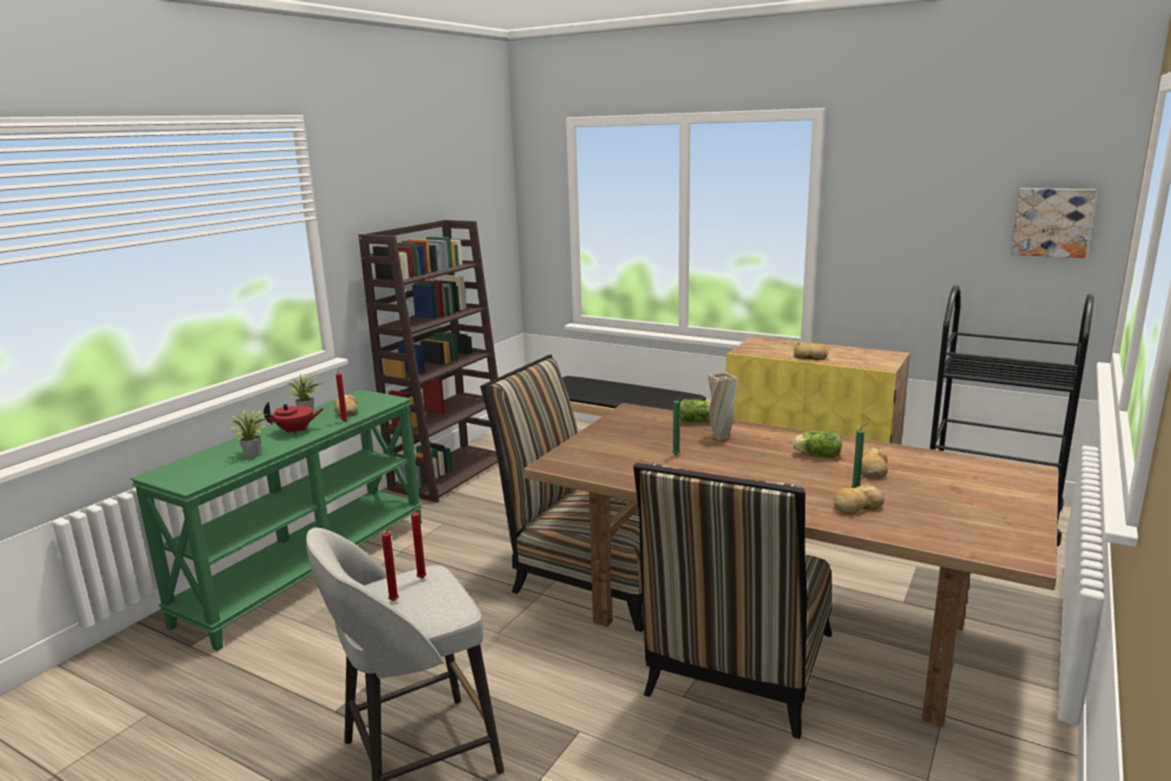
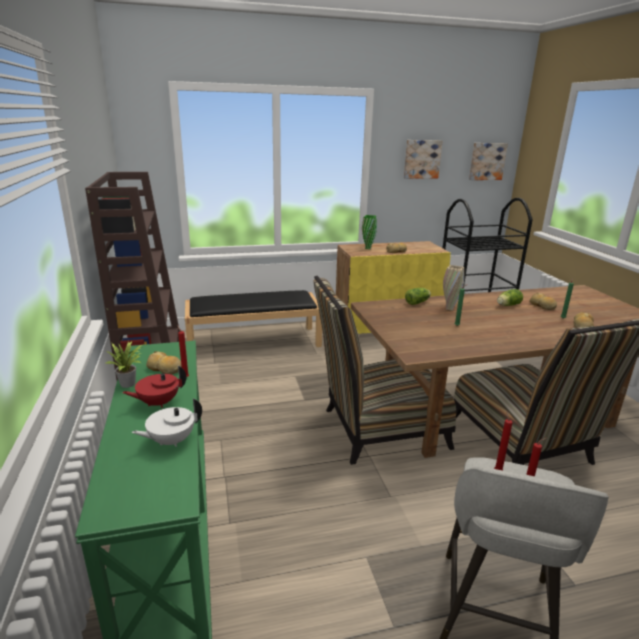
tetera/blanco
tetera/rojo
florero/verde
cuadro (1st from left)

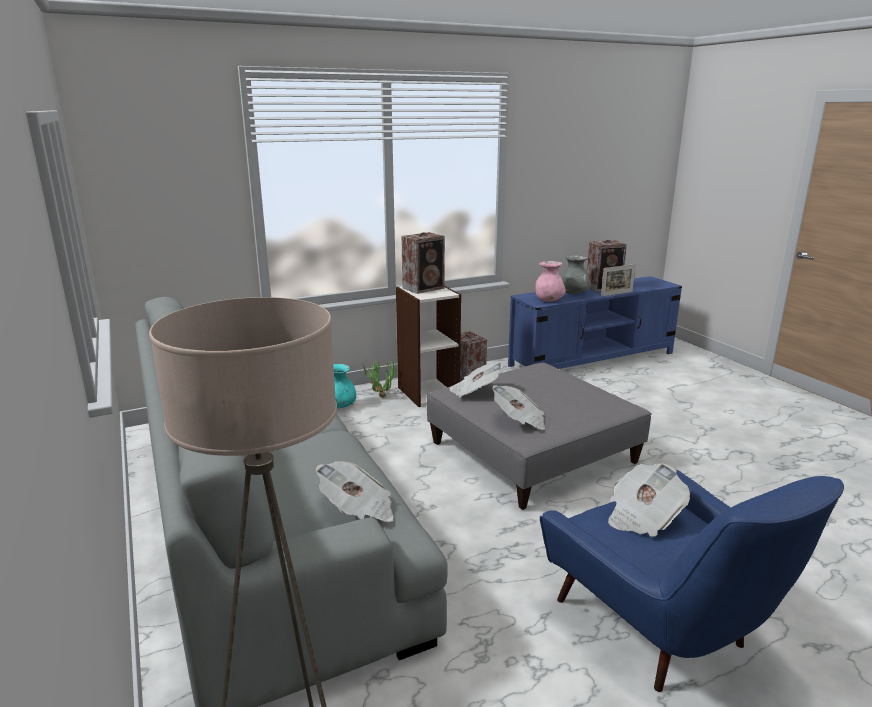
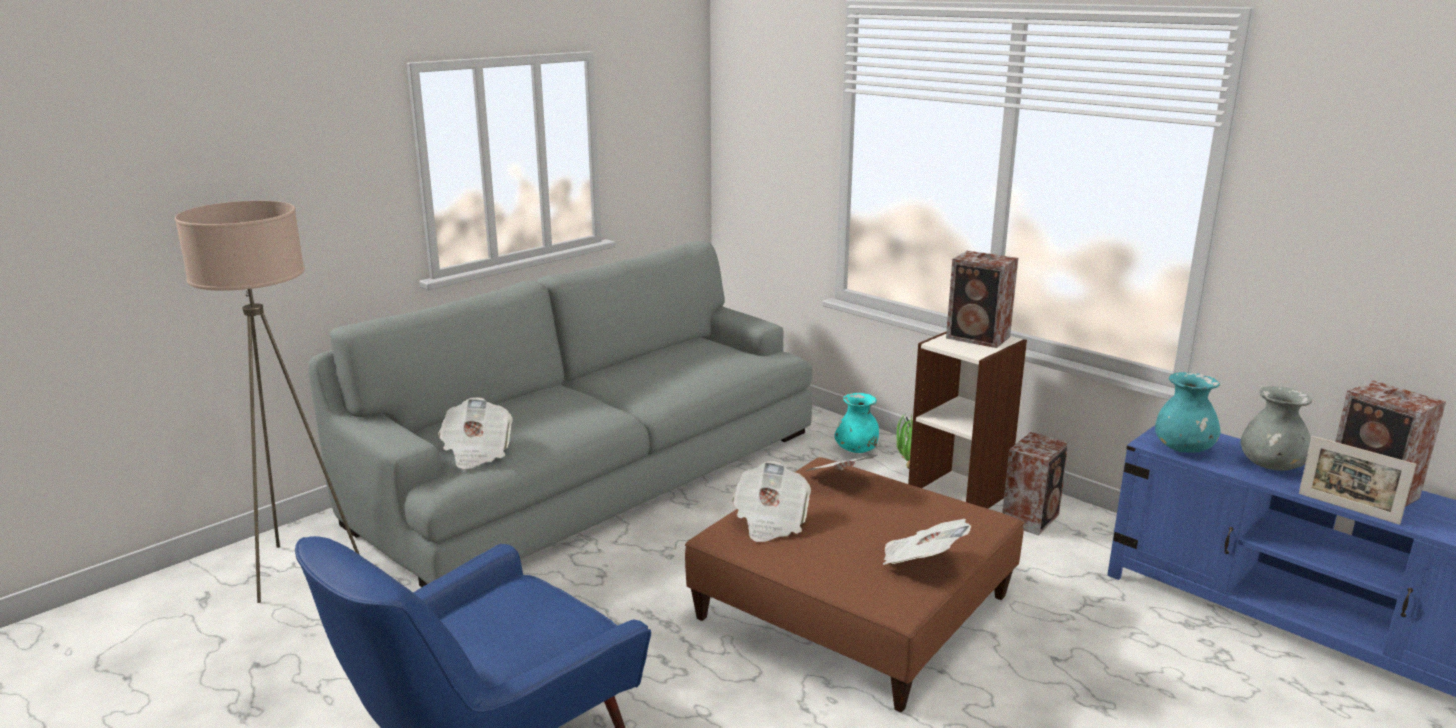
puf/marrón
florero/turquesa (2nd from left)
periódico (4th from left)

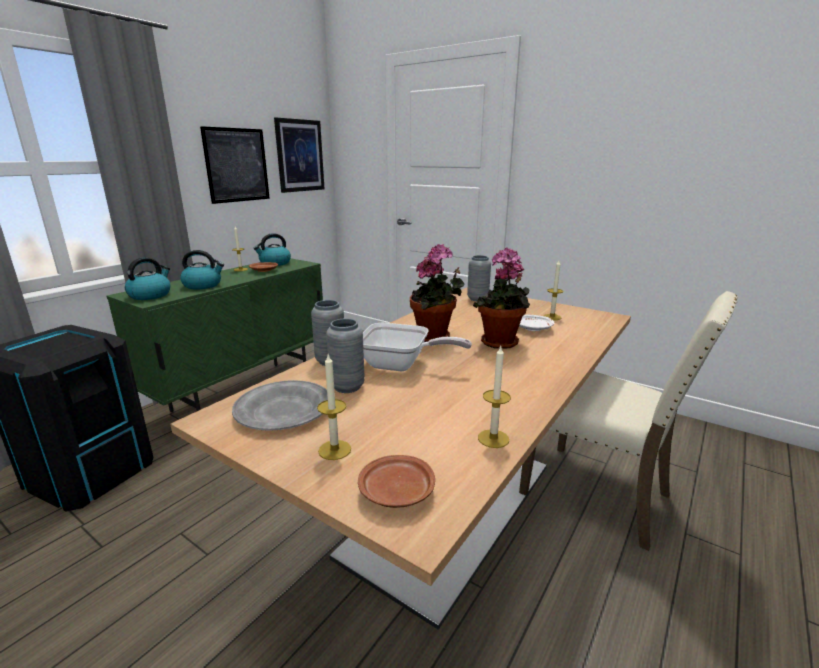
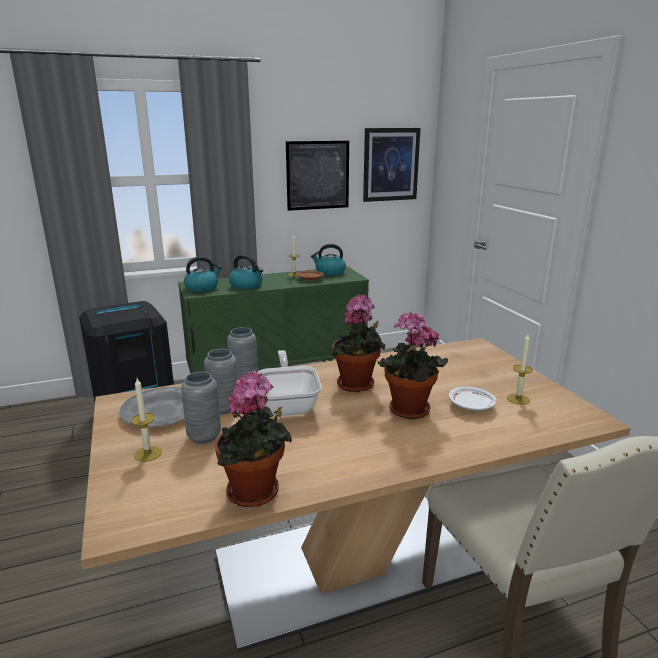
plato/marrón (2nd from left in the first image)
sartén
florero/gris (1st from left)
planta en maceta (1st from left)

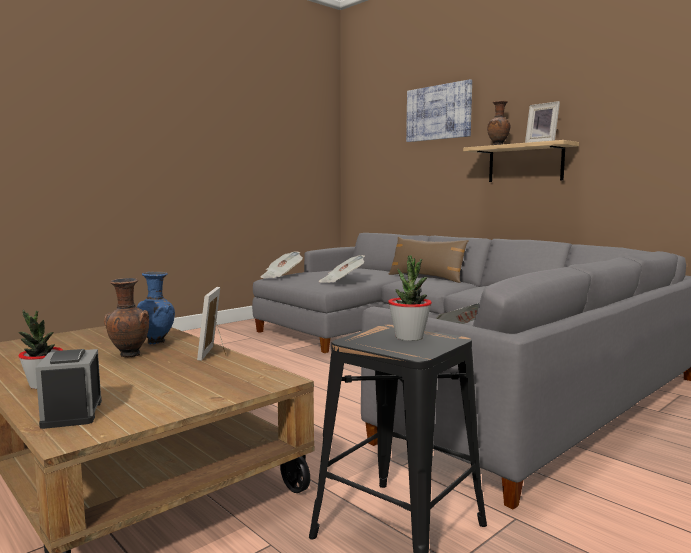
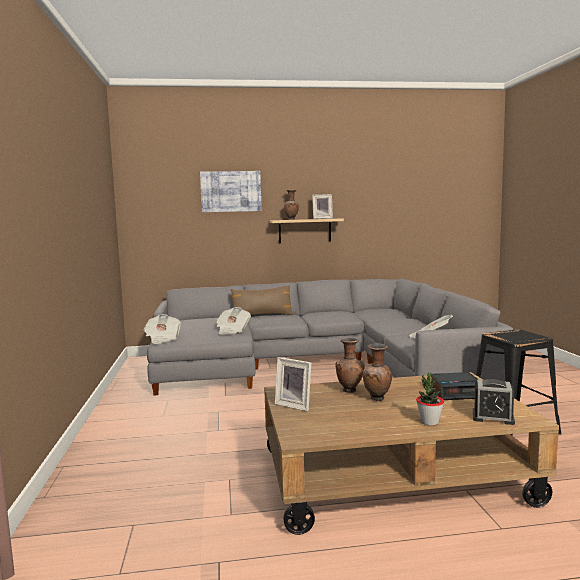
florero/marrón (2nd from left)
portarretratos (1st from left)
planta en maceta (2nd from left in the first image)
despertador (1st from left)

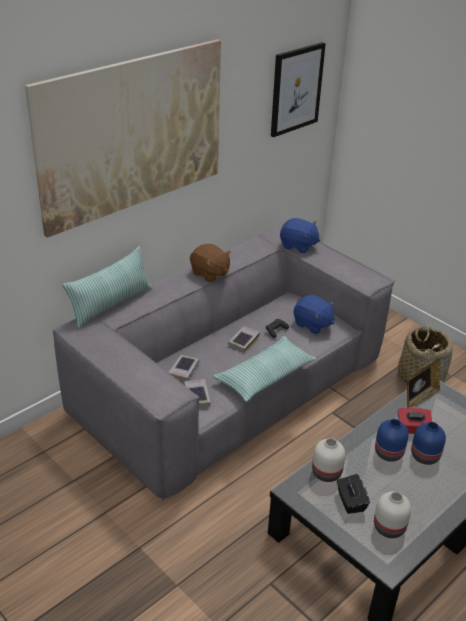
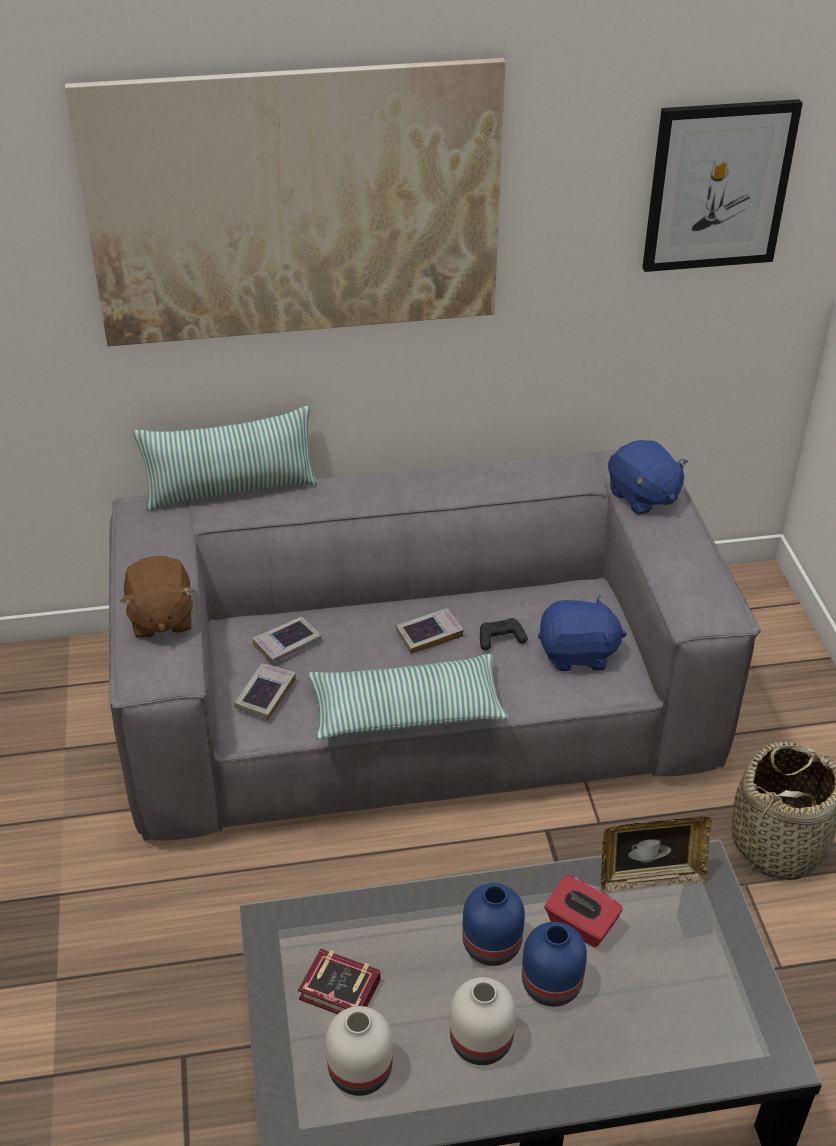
peluche/marrón
peluche/azul (1st from left)
florero/blanco (2nd from left)
libro (3rd from left)

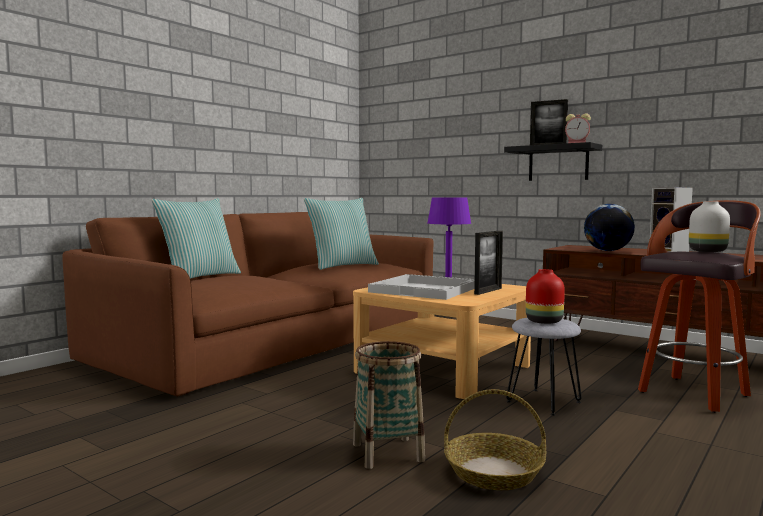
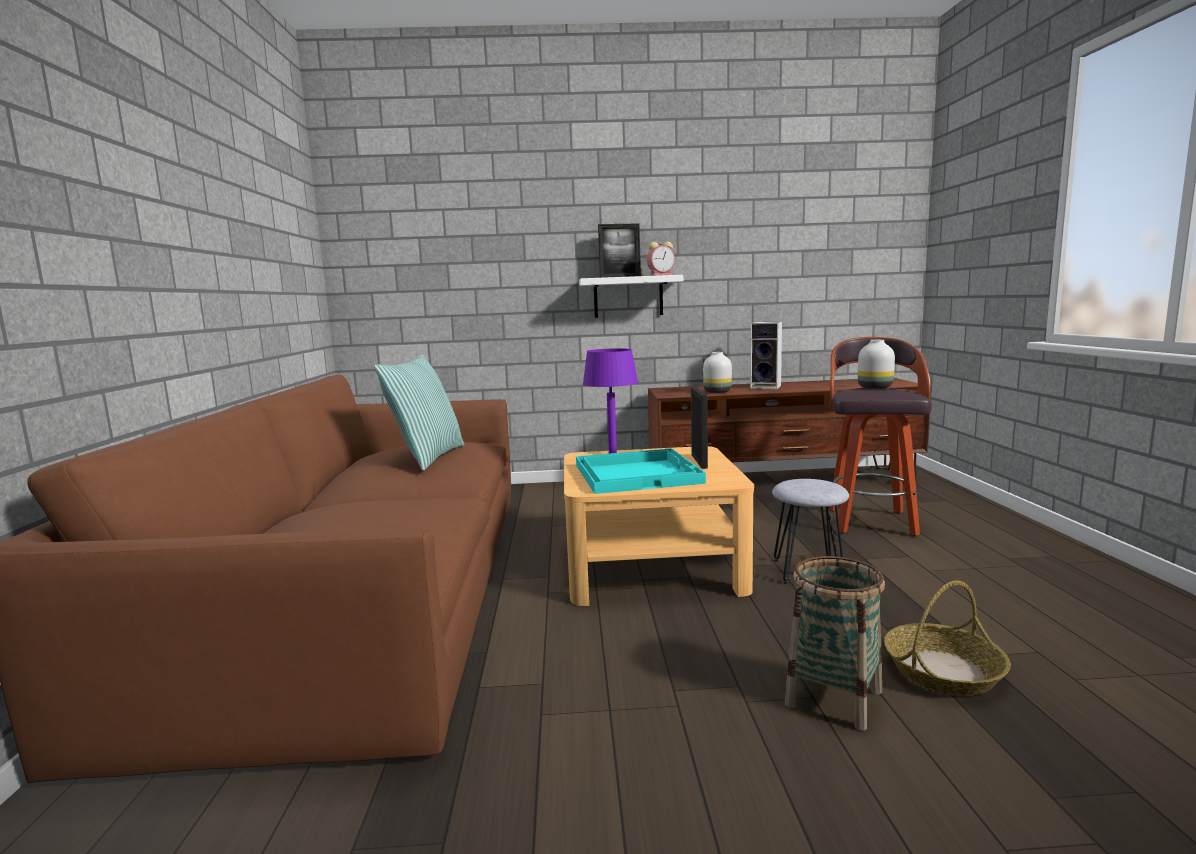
cojín (1st from left in the first image)
bandeja/turquesa
estante/blanco
florero/rojo
florero/blanco (1st from left)

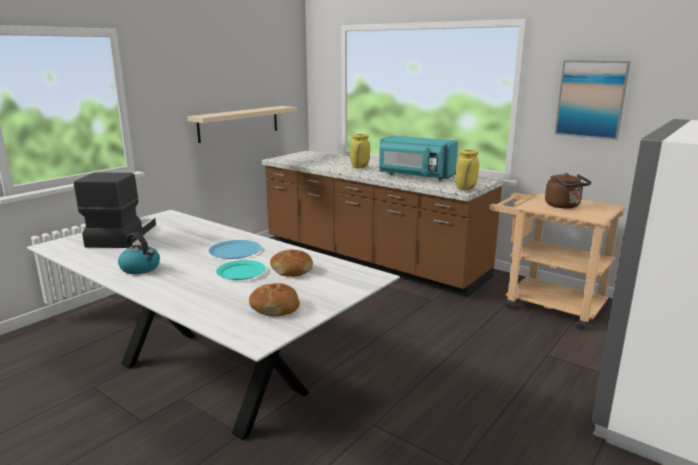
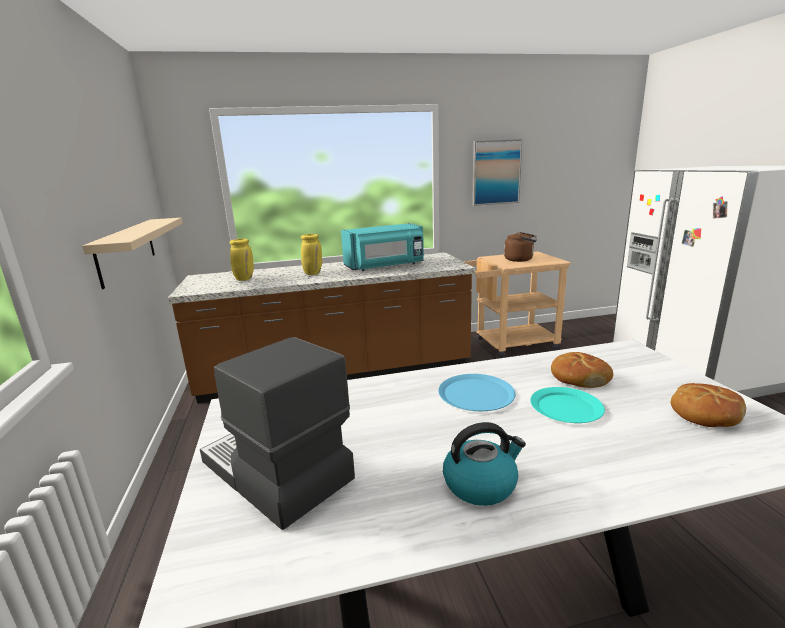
florero/amarillo (1st from left)

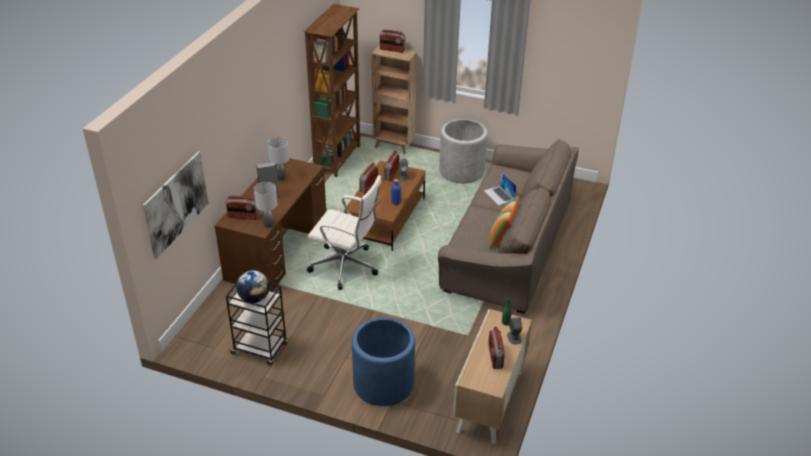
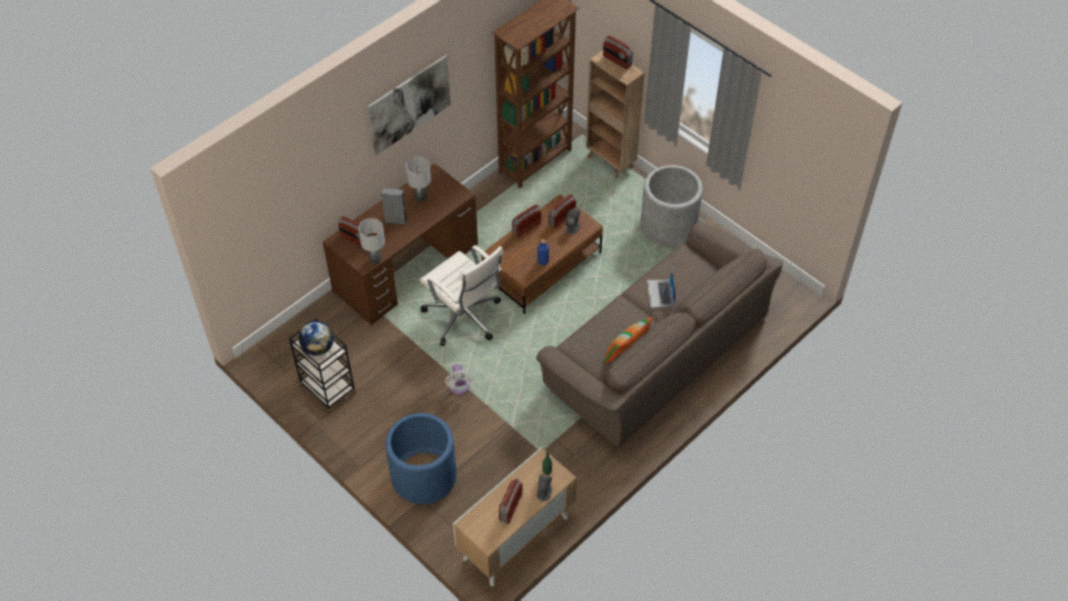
cuadro
ventilador/blanco

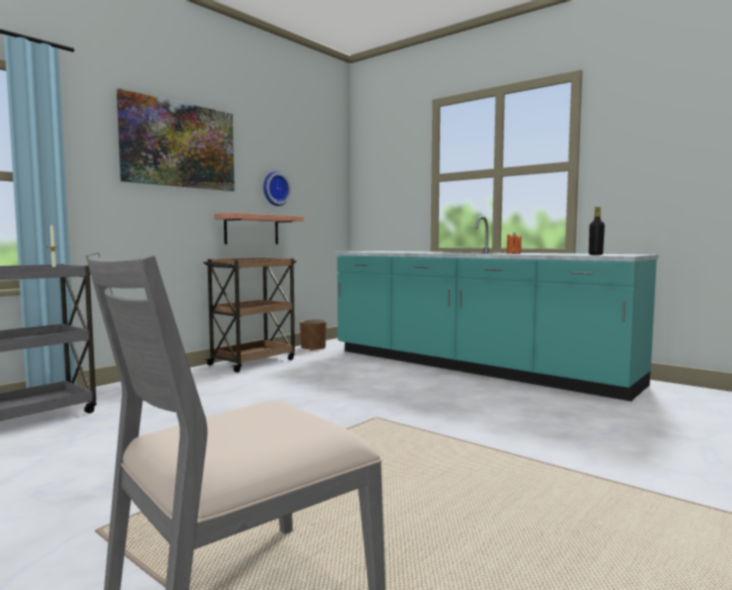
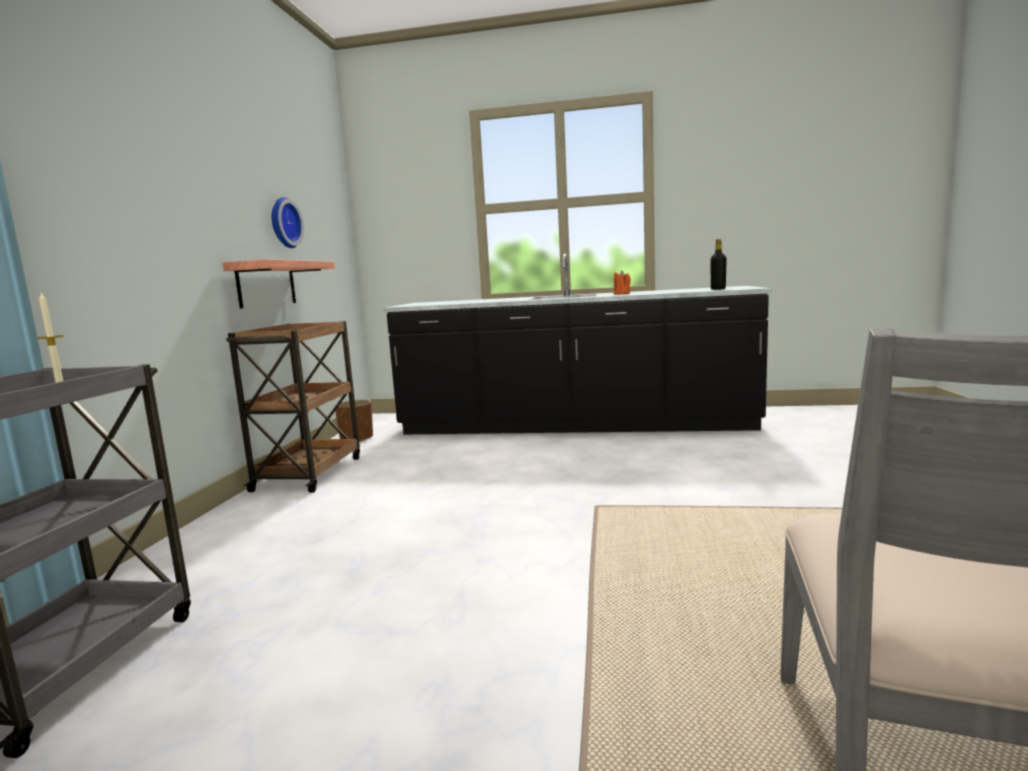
cuadro
mueble bajo de cocina/negro

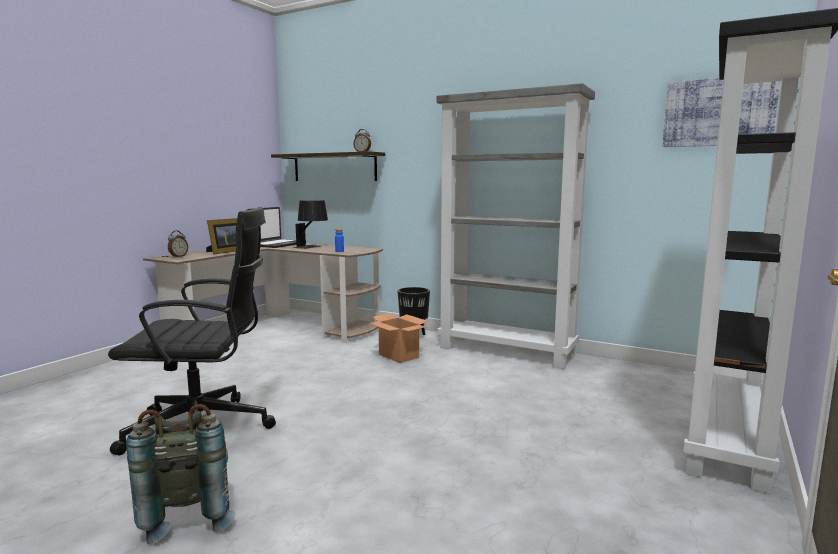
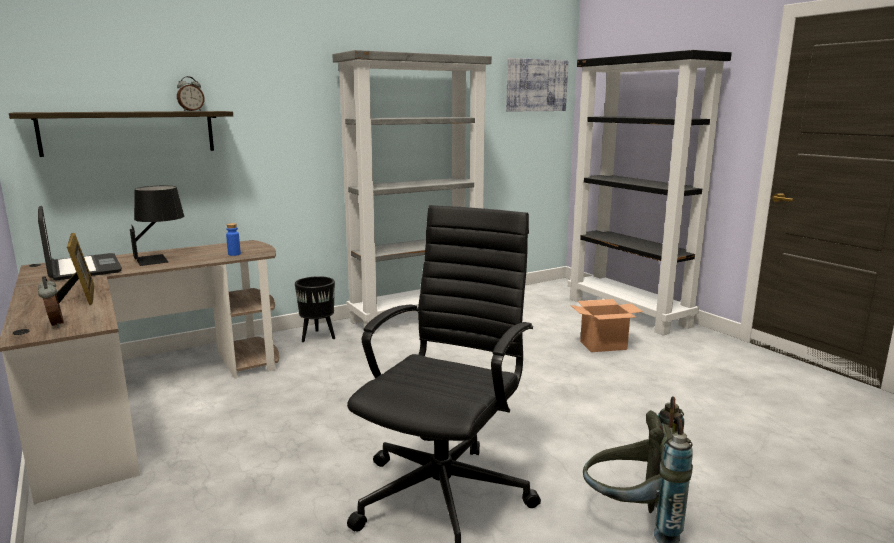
caja de cartón

